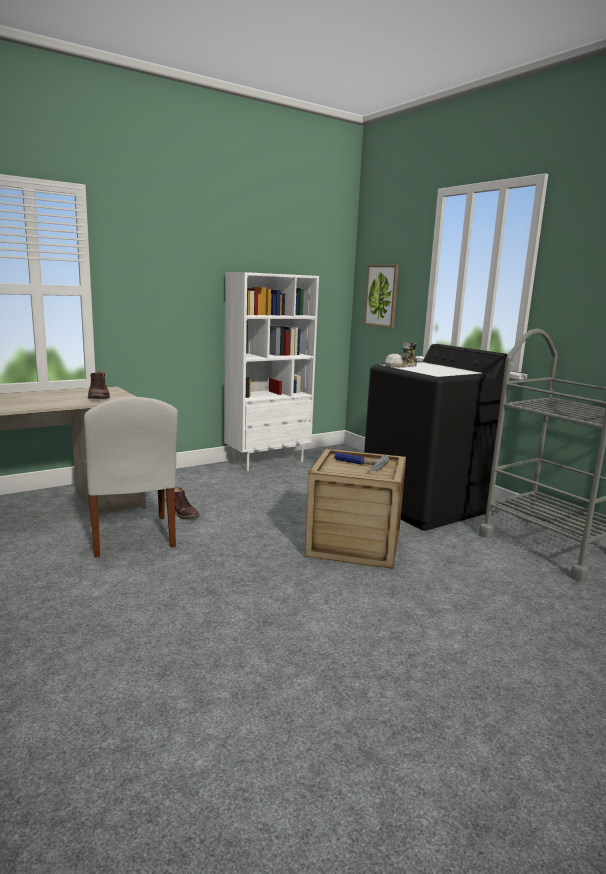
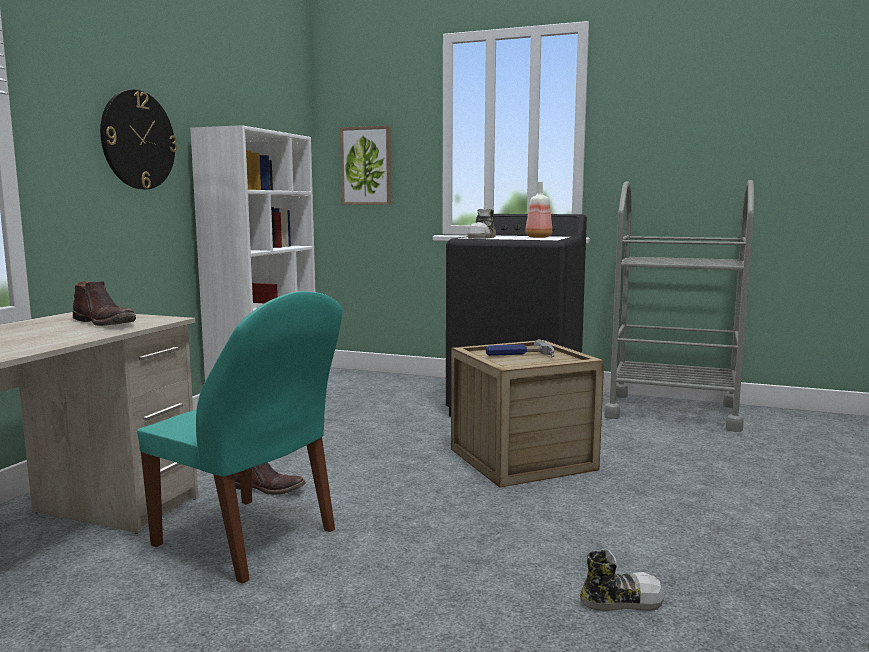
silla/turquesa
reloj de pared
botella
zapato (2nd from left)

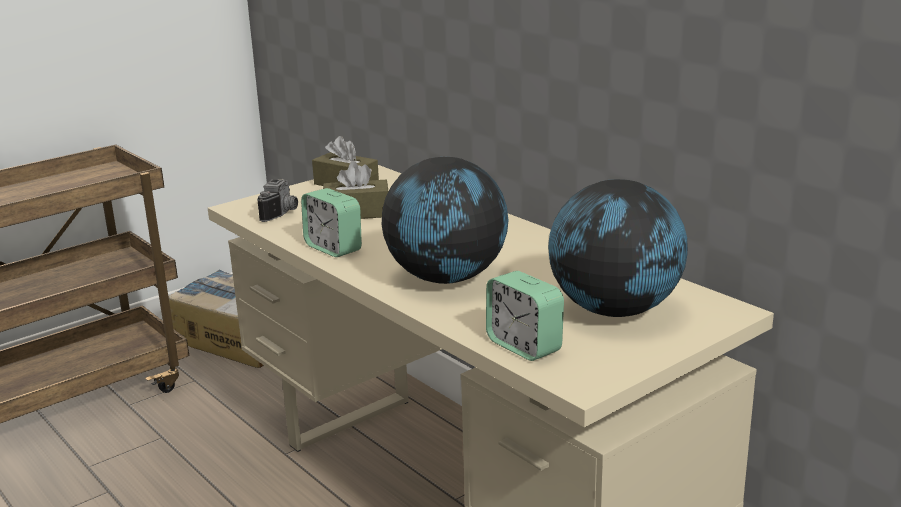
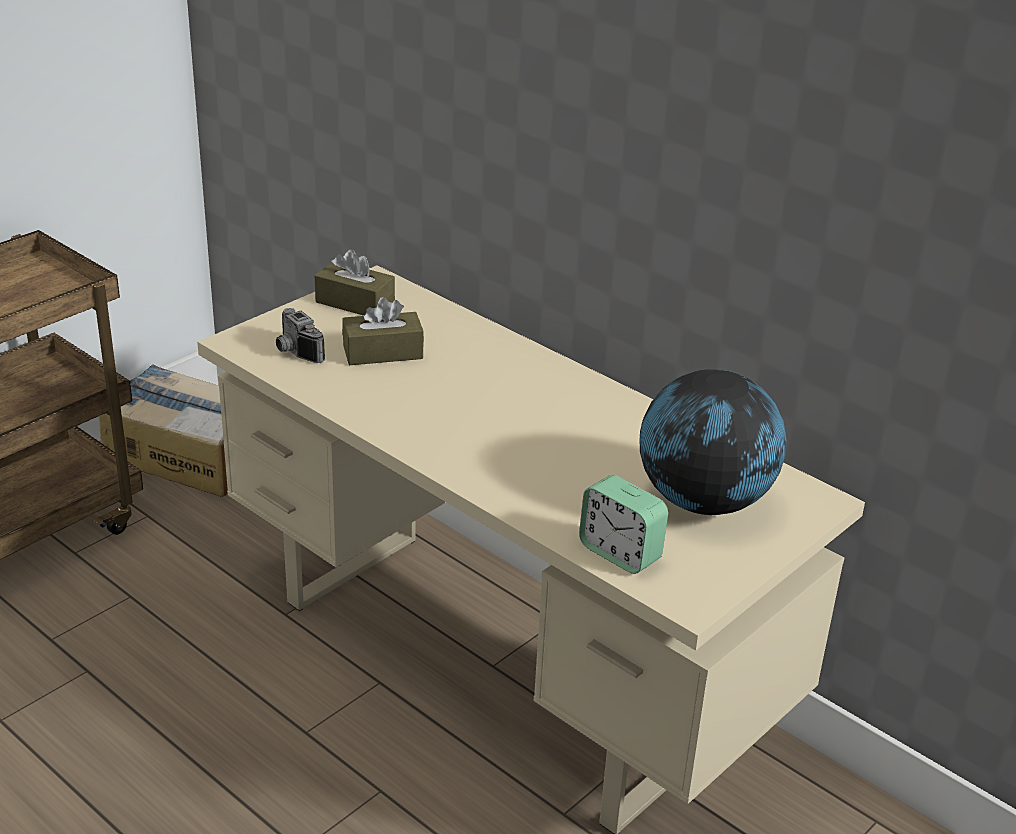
cámara
despertador (1st from left in the first image)
globo terráqueo (1st from left in the first image)

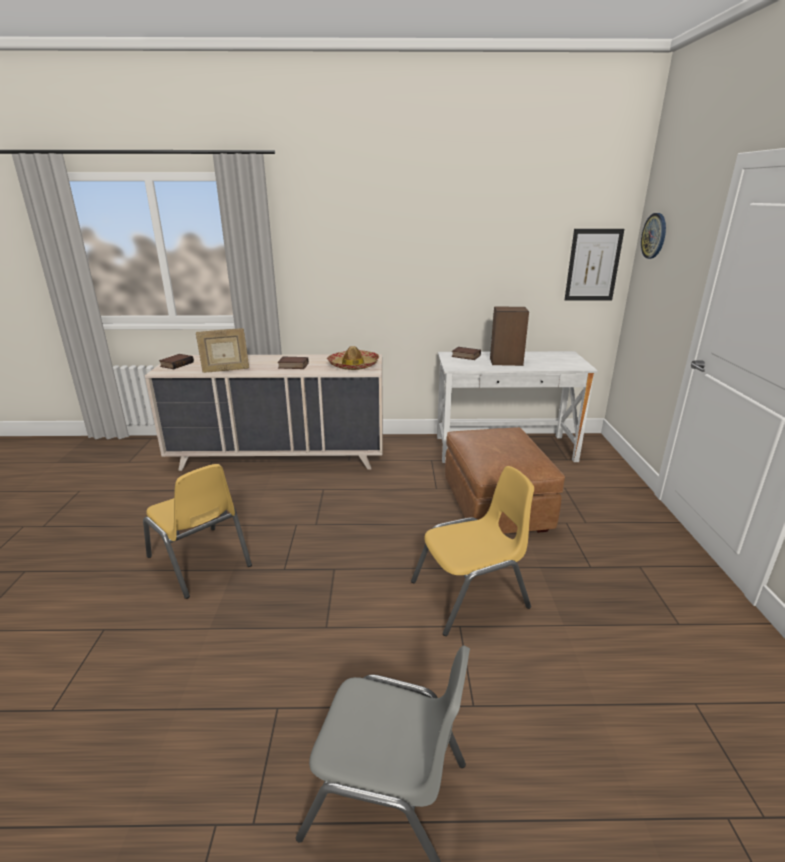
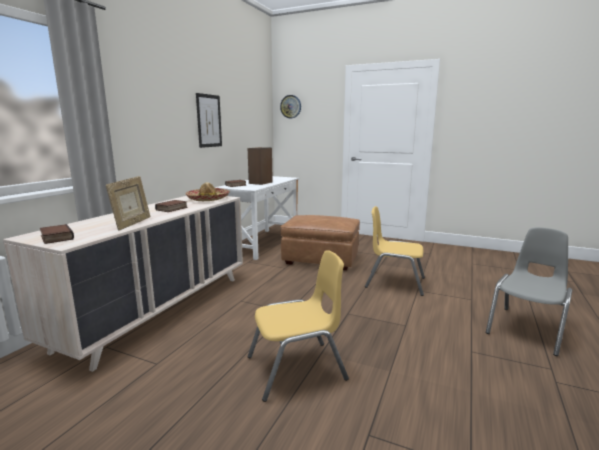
silla/amarillo (2nd from left)
cuadro

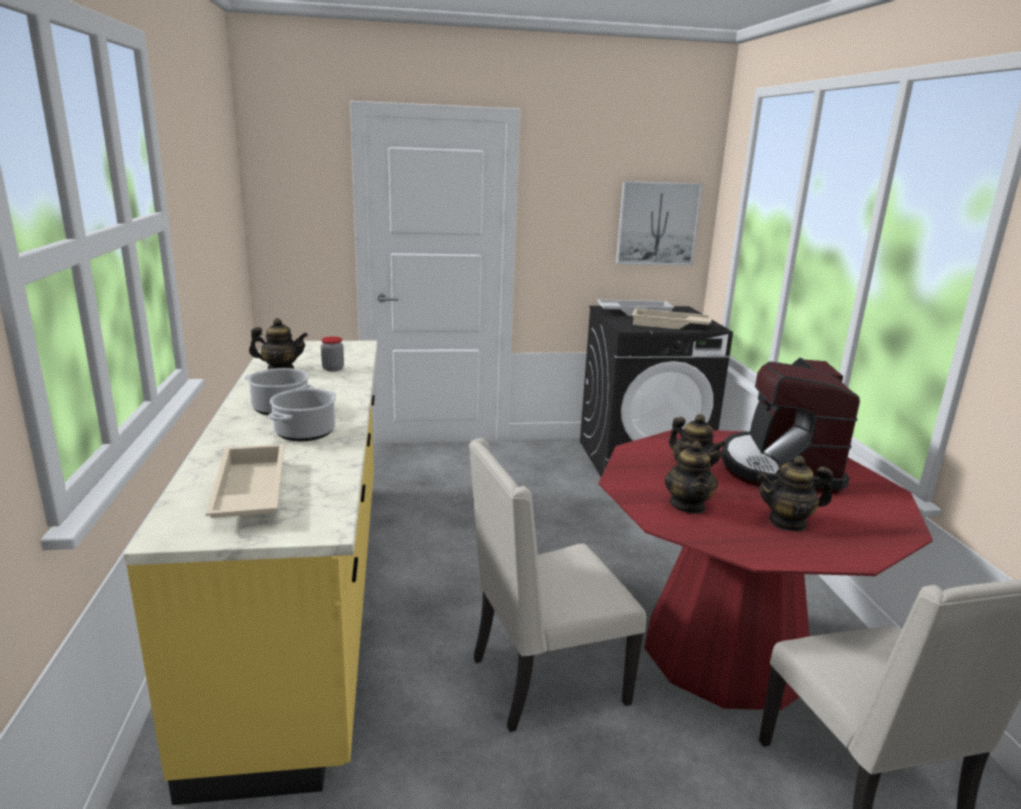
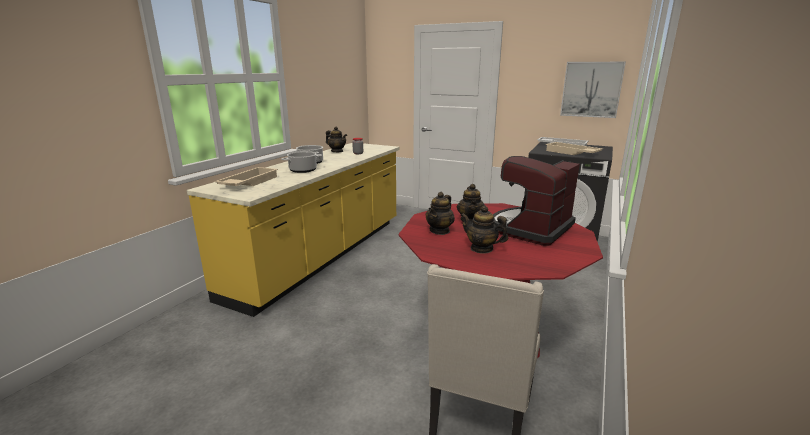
silla/beis (1st from left in the first image)

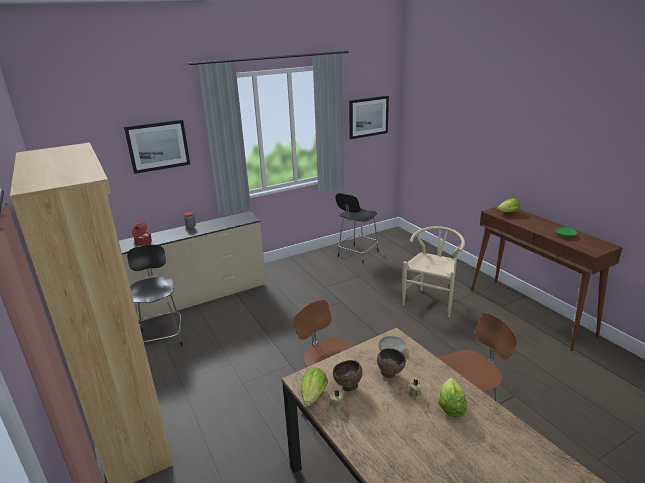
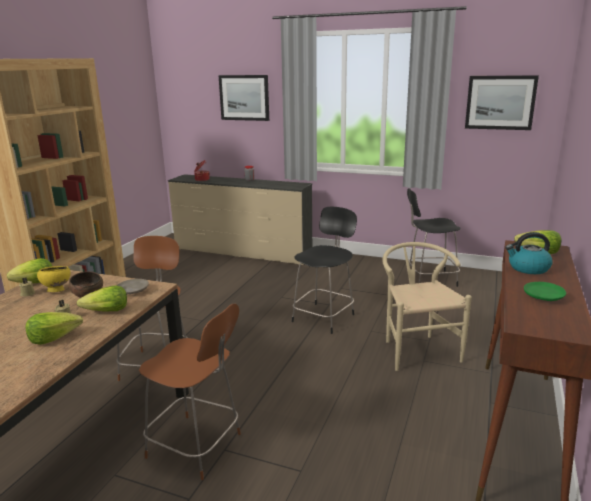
silla/negro (1st from left)
cuenco/amarillo
silla/beis
lechuga (3rd from left)
hervidor

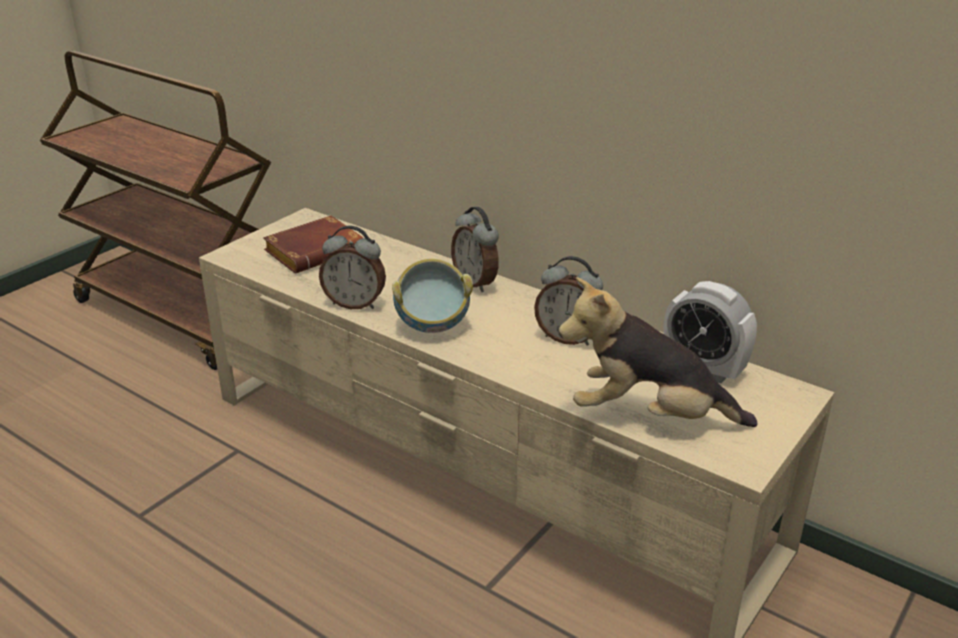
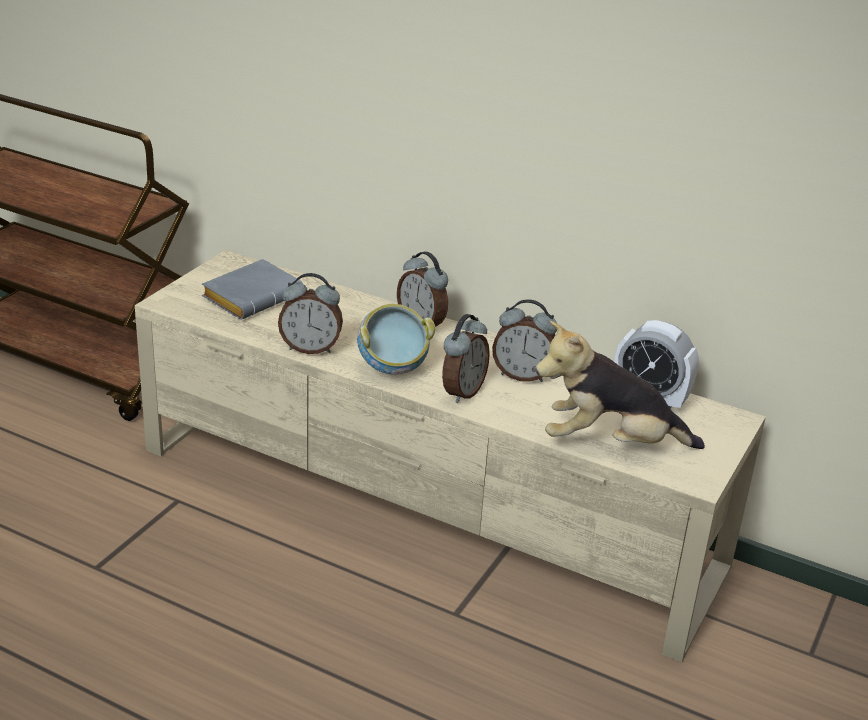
libro/gris
despertador (3rd from left)

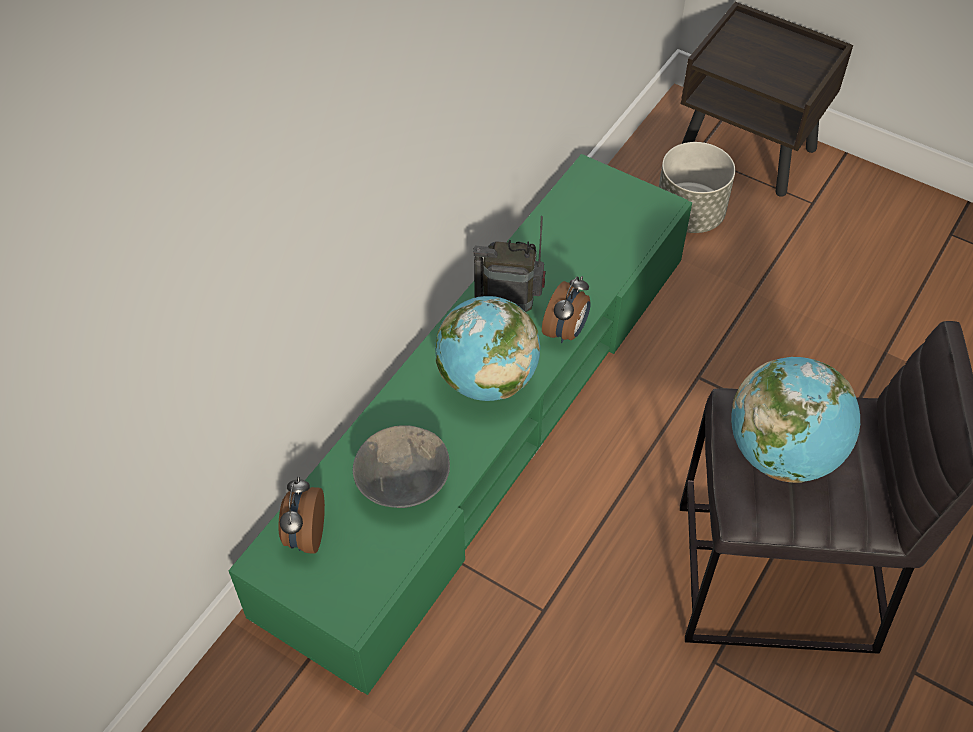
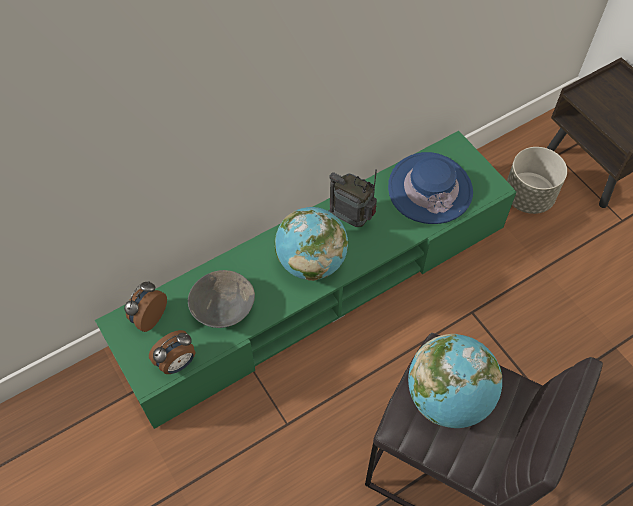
despertador (2nd from left)
sombrero/azul

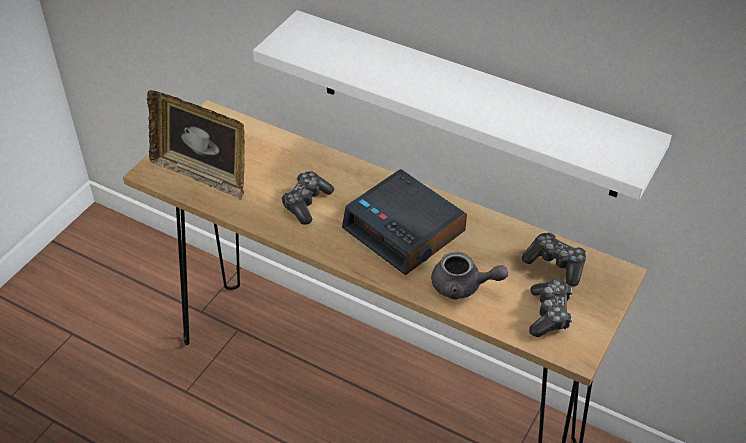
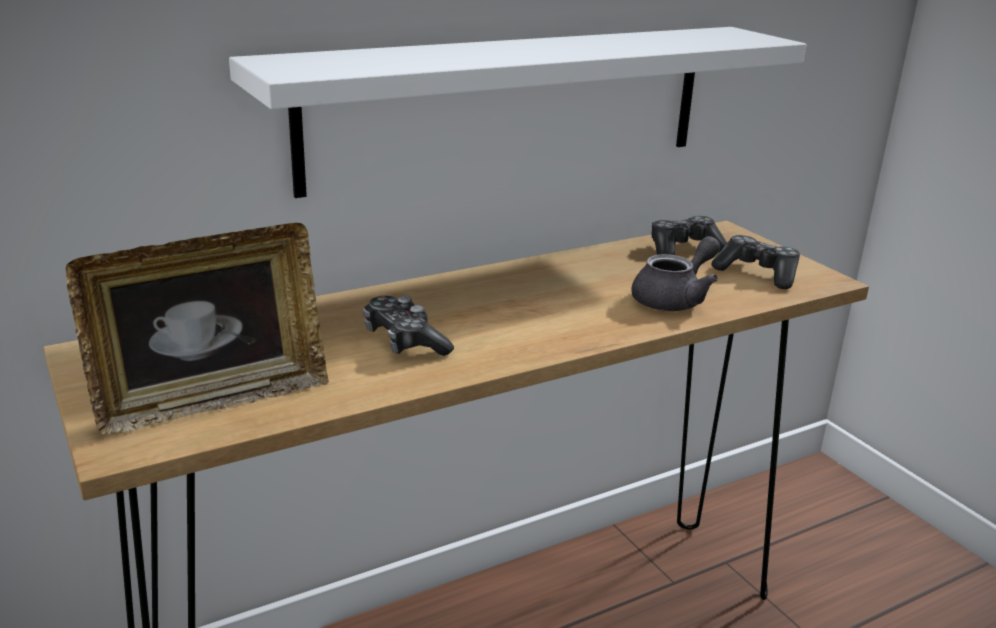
despertador

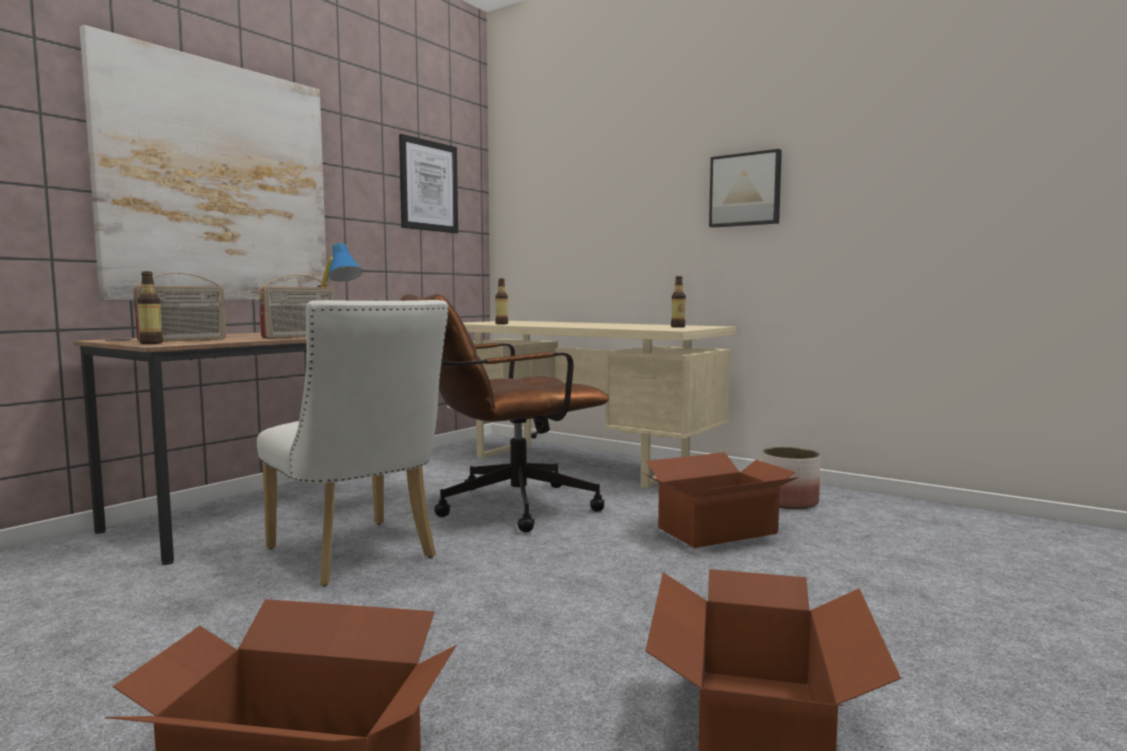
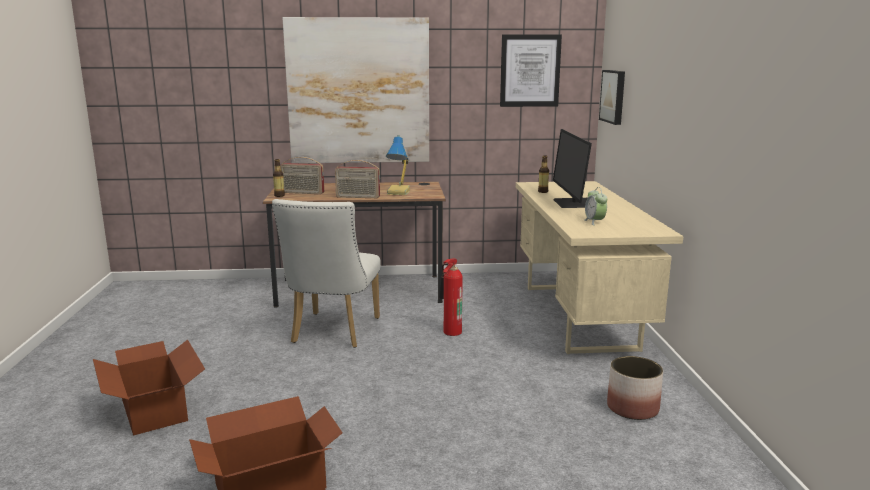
extintor
caja de cartón (2nd from left in the first image)
botella (3rd from left in the first image)
cuadro (3rd from left)
monitor
despertador

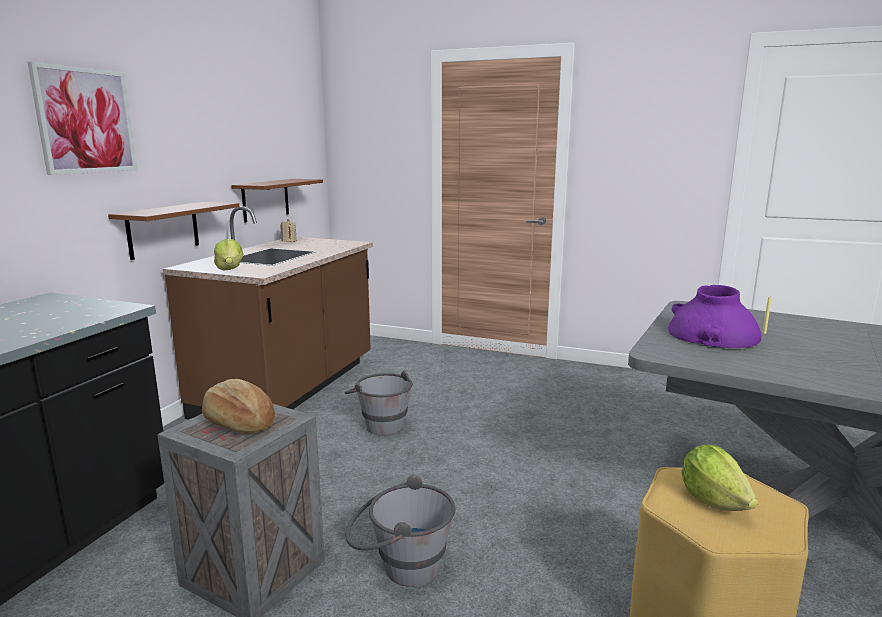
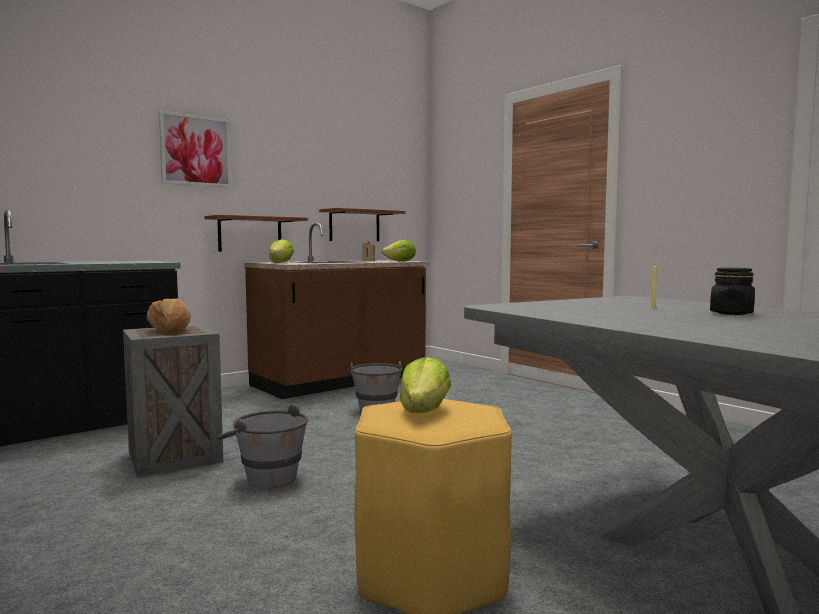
florero/morado
lechuga (2nd from left)
tarro/negro

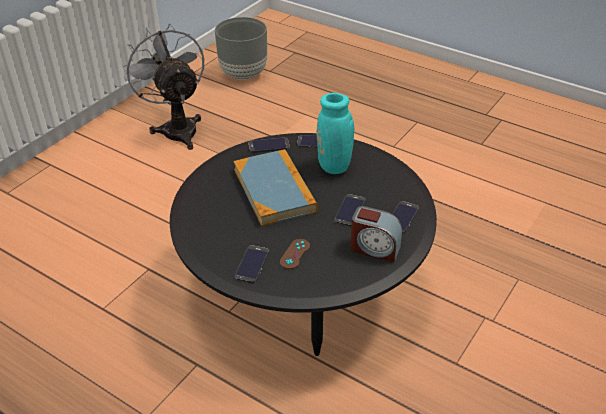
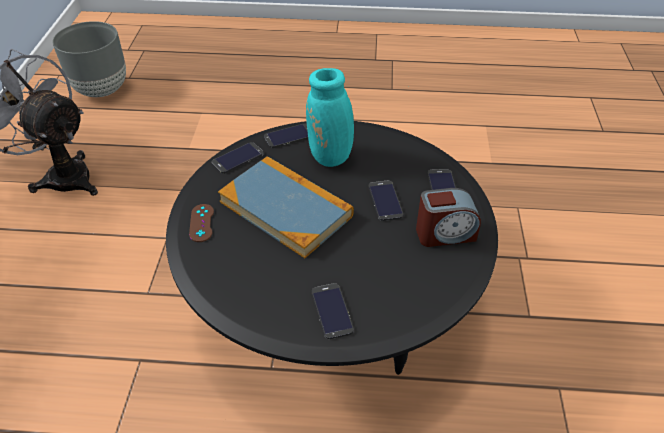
mando de consola/marrón

